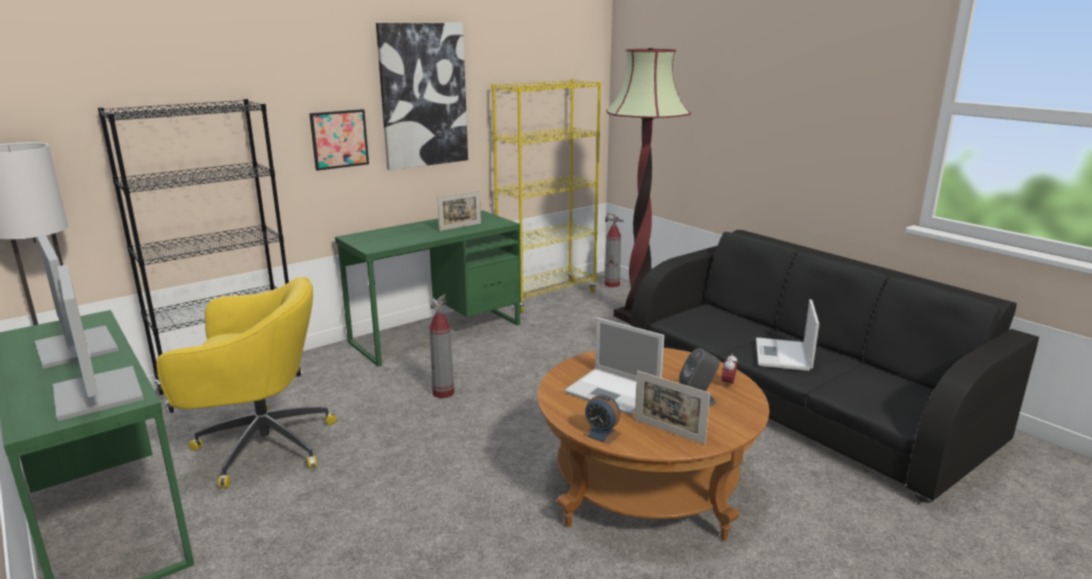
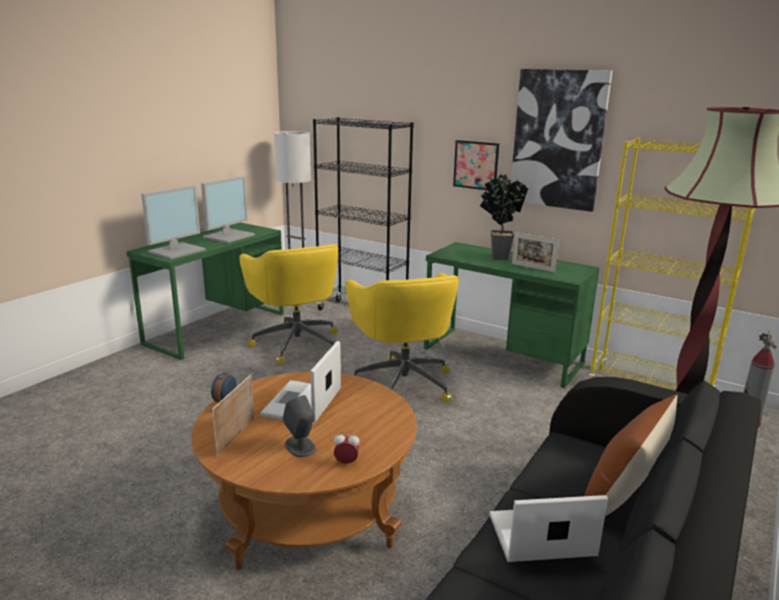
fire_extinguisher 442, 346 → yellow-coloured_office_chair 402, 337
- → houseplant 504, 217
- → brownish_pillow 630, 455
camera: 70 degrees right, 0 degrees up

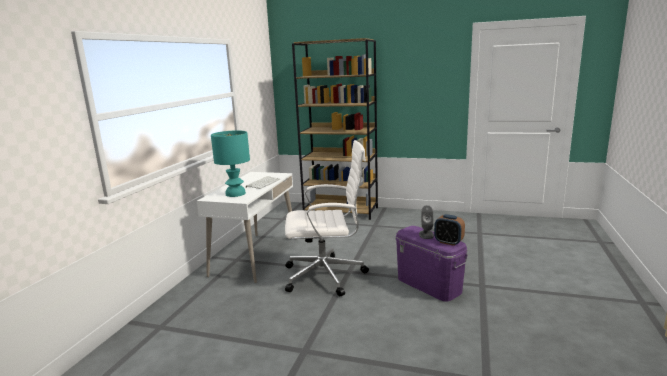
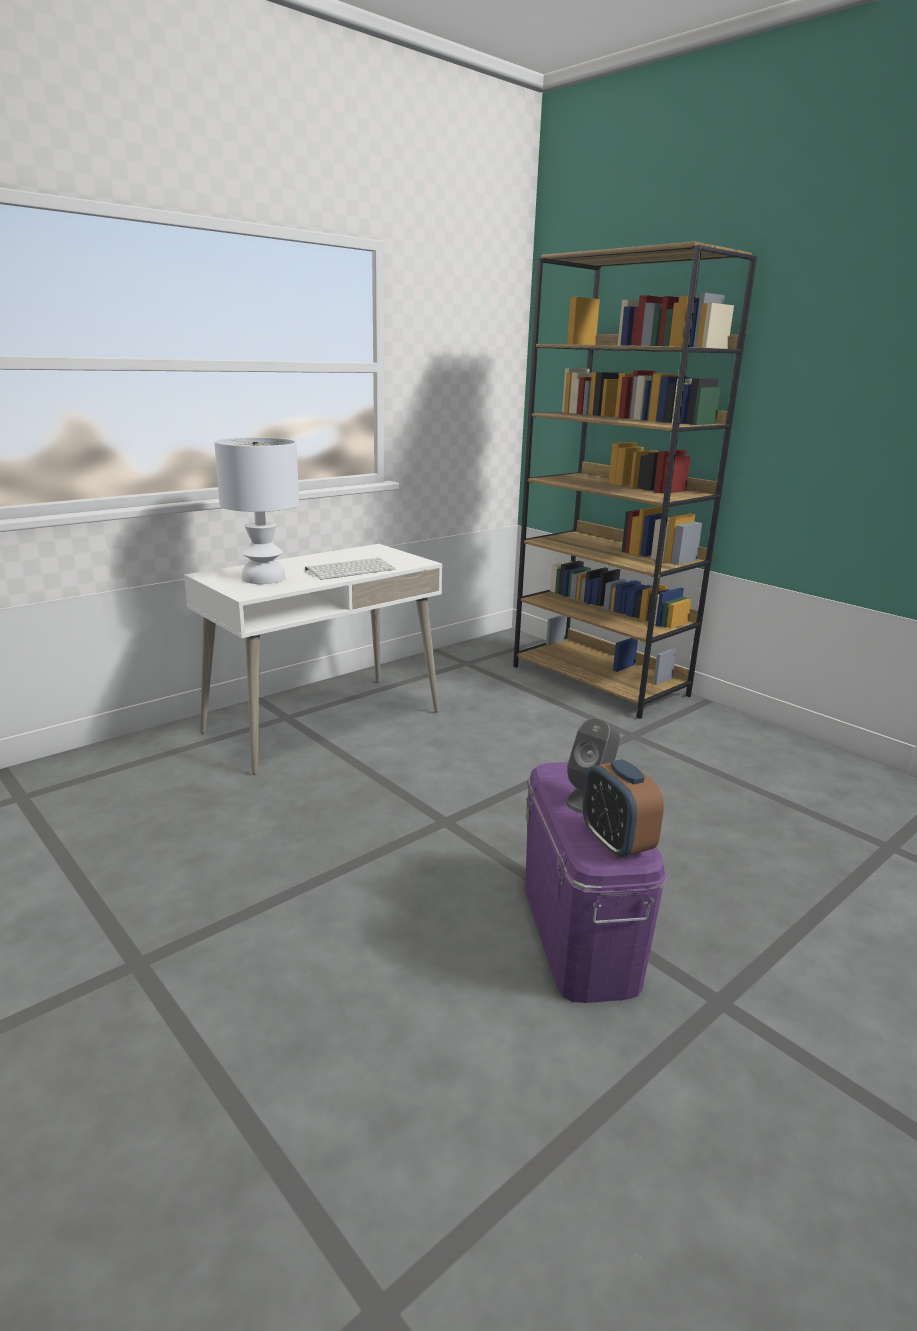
turquoise-coloured_table_lamp 230, 163 → white-coloured_table_lamp 256, 510
white-coloured_office_chair 327, 218 → -
camera: 30 degrees right, 5 degrees up

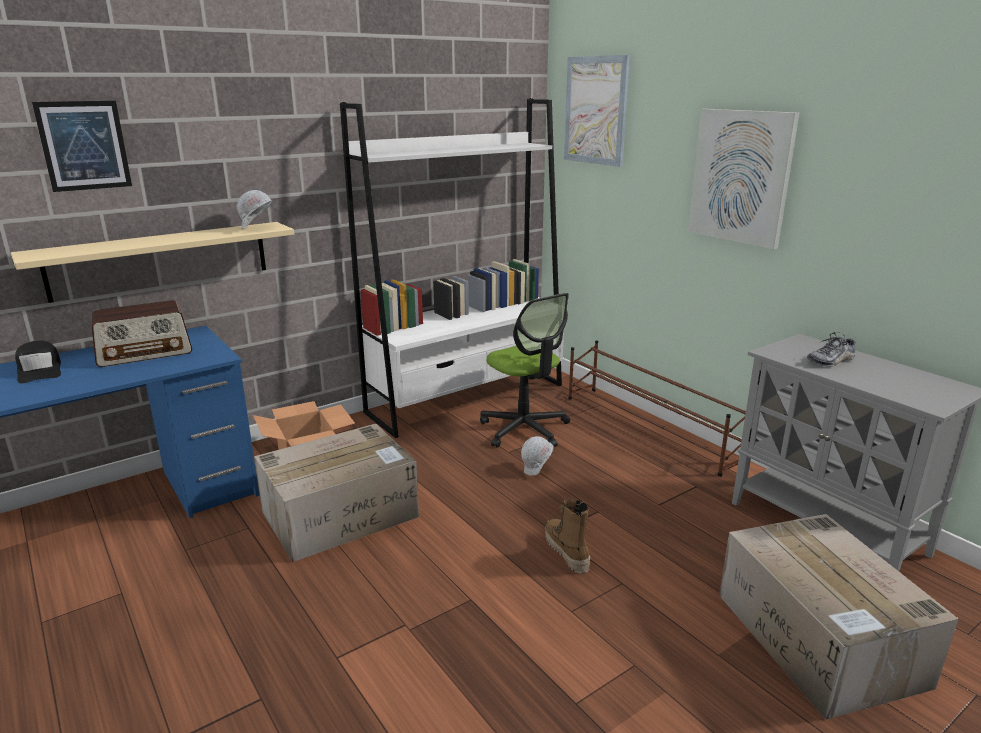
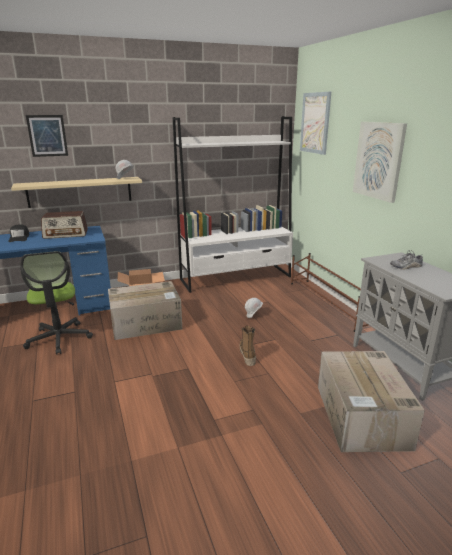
office_chair 525, 370 → office_chair 57, 303, move
camera: 15 degrees right, 0 degrees up

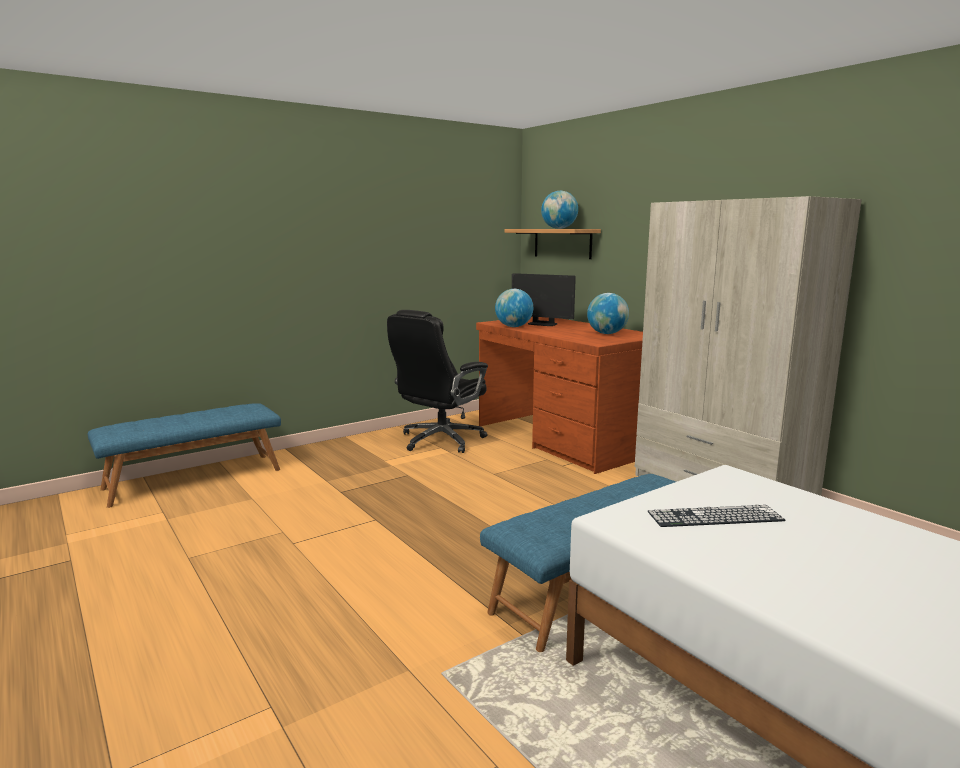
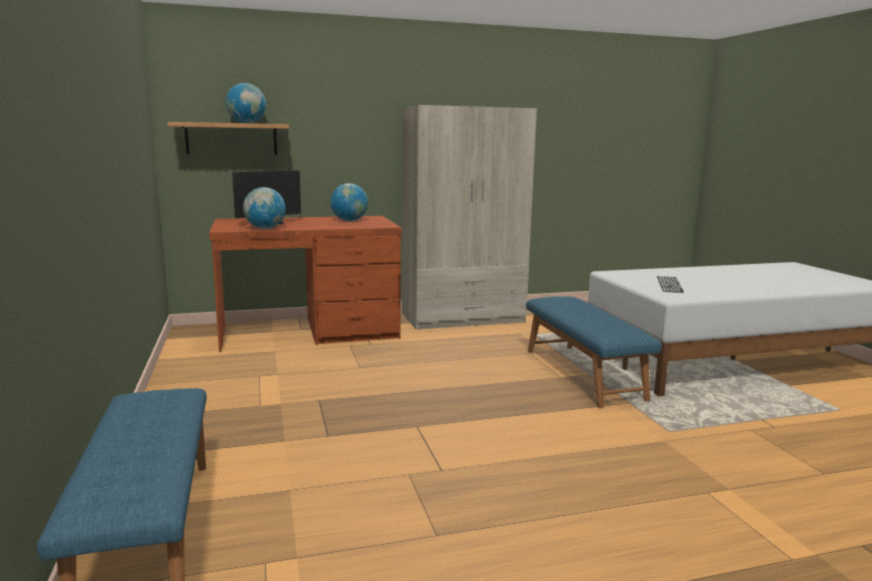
black-coloured_office_chair 437, 381 → -
camera: 70 degrees left, 0 degrees up

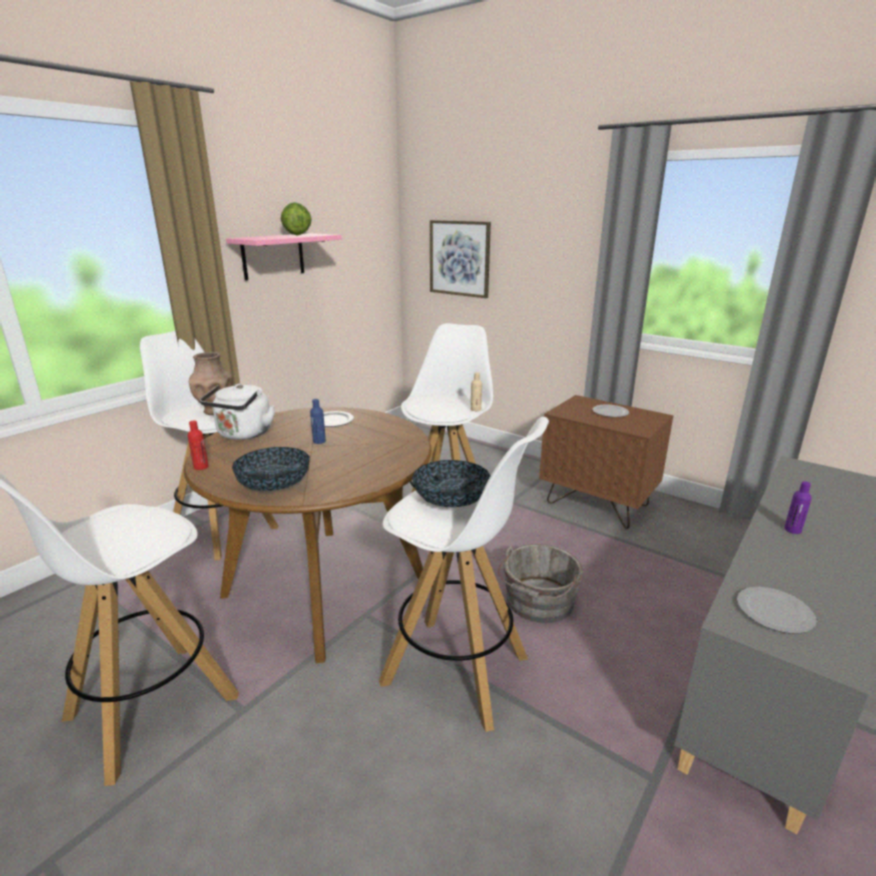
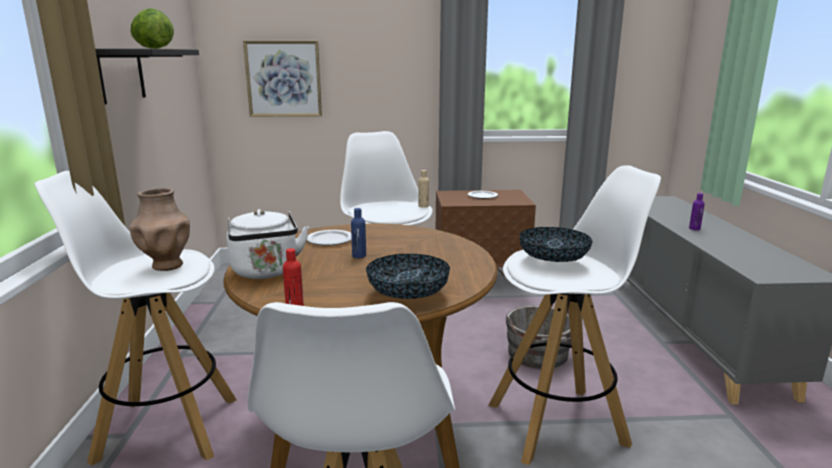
pinkish_shelf 284, 256 → black-coloured_shelf 147, 77
dinner_plate 776, 610 → -
camera: 40 degrees left, 5 degrees down

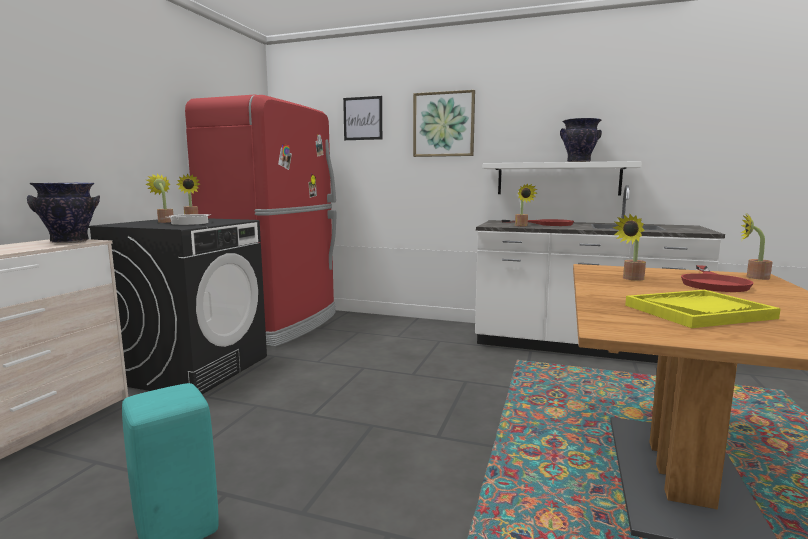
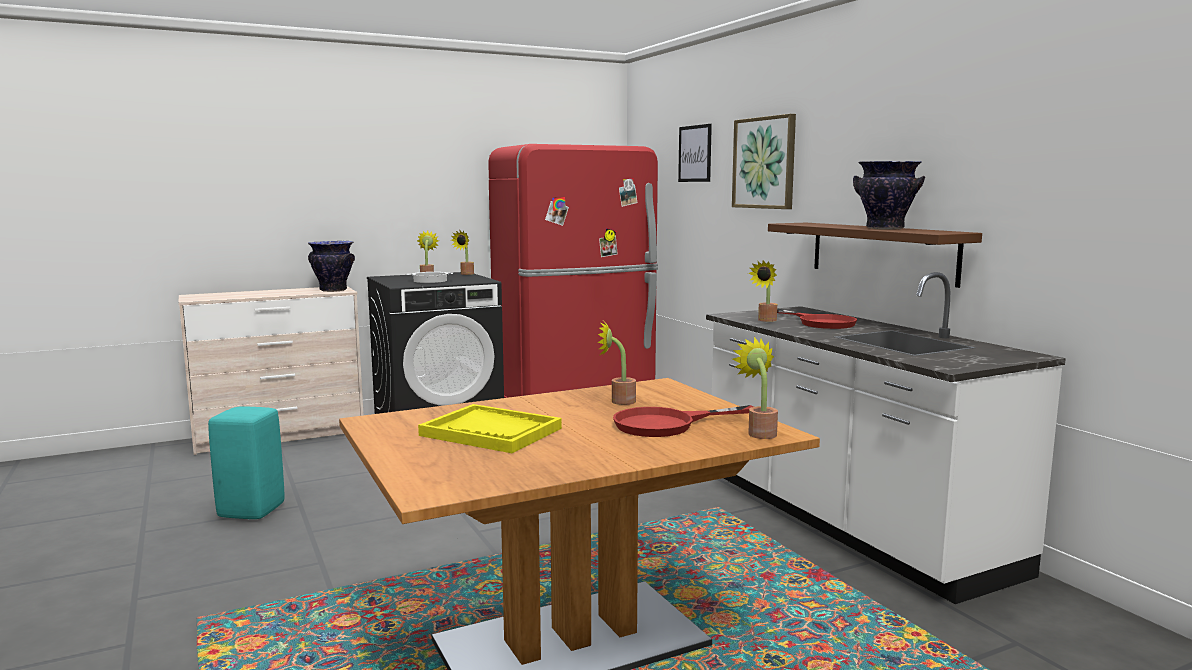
white-coloured_shelf 562, 178 → brownish_shelf 875, 255
camera: 45 degrees right, 0 degrees up

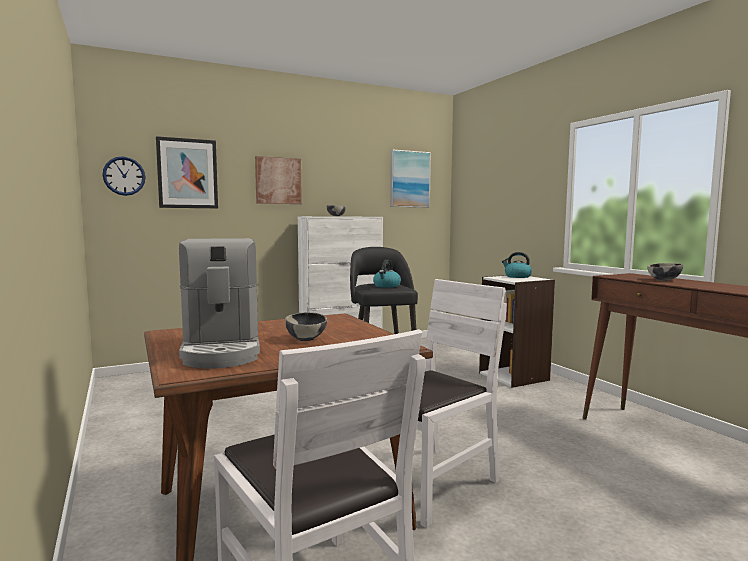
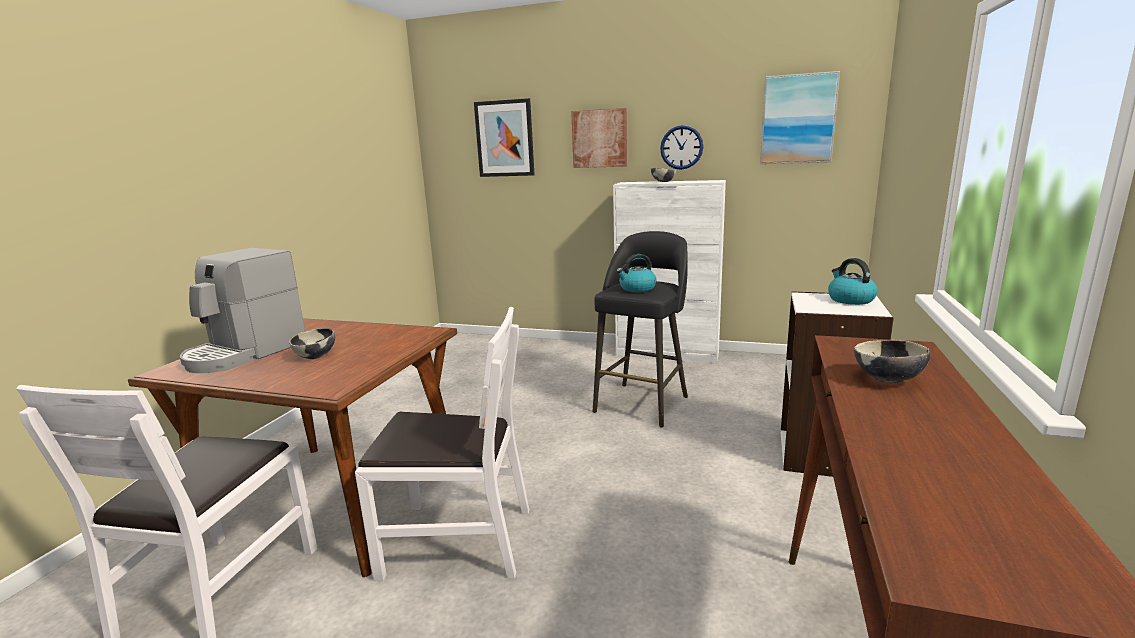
wall_clock 123, 176 → wall_clock 681, 147, move
camera: 45 degrees right, 10 degrees up

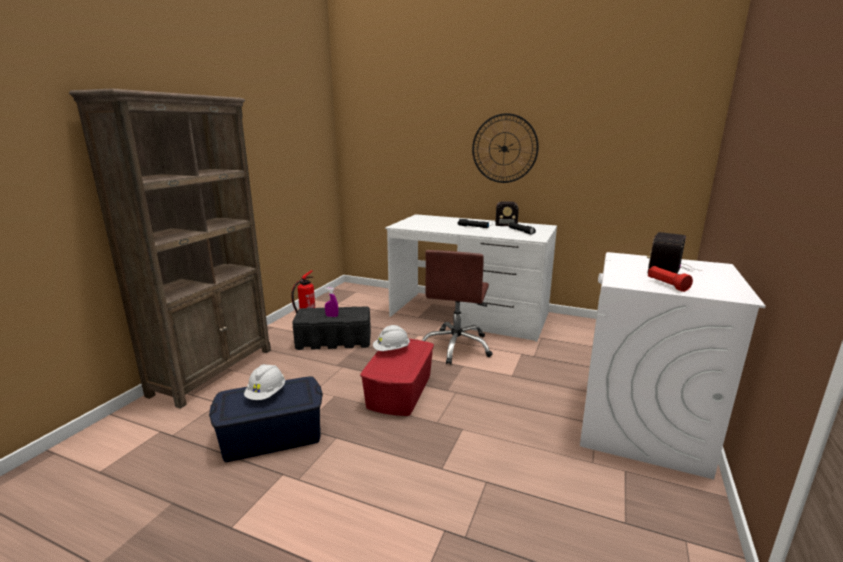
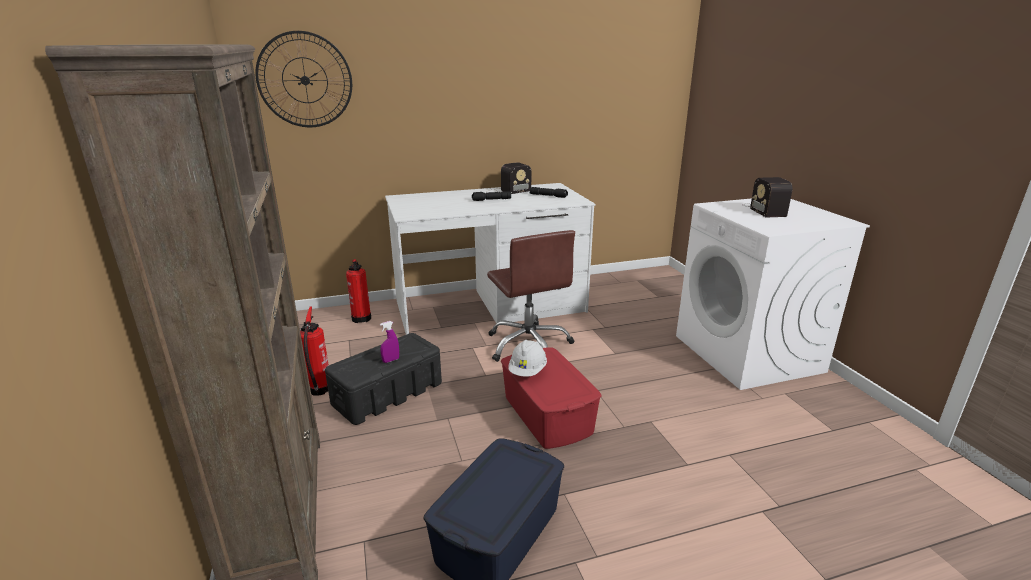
wall_clock 505, 148 → wall_clock 303, 79, move
red-coloured_flashlight 670, 279 → -
white-coloured_work_helmet 264, 382 → -
- → fire_extinguisher 358, 291
camera: 40 degrees left, 5 degrees up

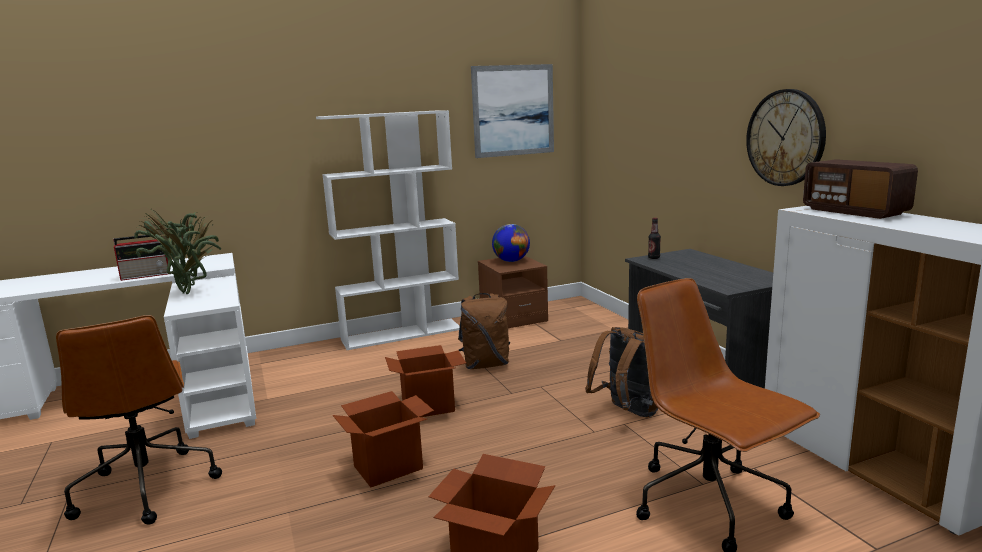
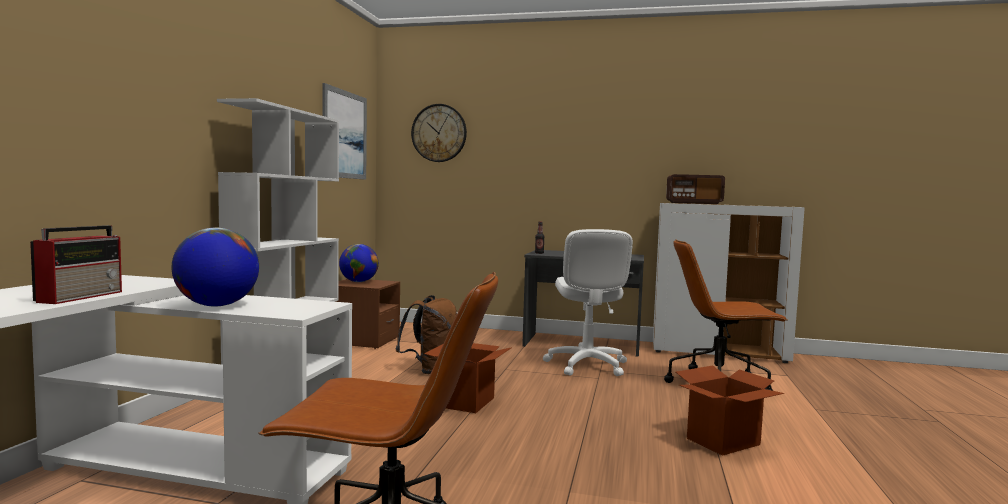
wall_clock 786, 137 → wall_clock 439, 133, move
houseplant 178, 251 → desk_globe 215, 267
brownish_backpack 621, 372 → white-coloured_office_chair 588, 302
packing_box 383, 439 → -
camera: 55 degrees left, 10 degrees down

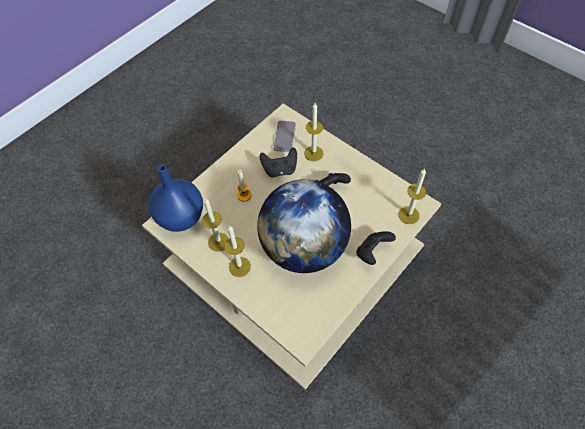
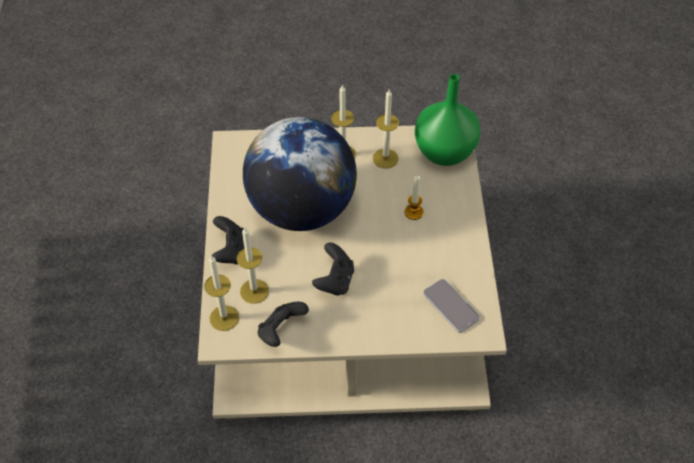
wax_candle 314, 132 → wax_candle 252, 265, move
black-coloured_game_controller 278, 162 → black-coloured_game_controller 283, 324, move
blue-coloured_vase 176, 198 → green_vase 448, 120
camera: 135 degrees right, 5 degrees down

